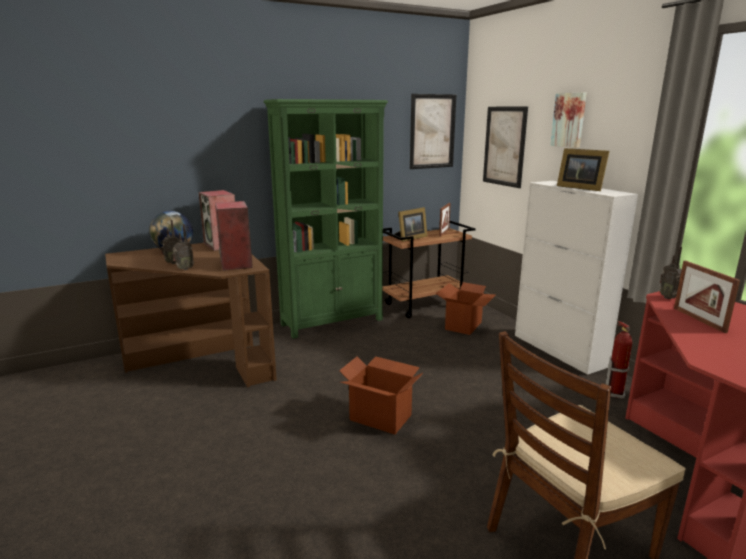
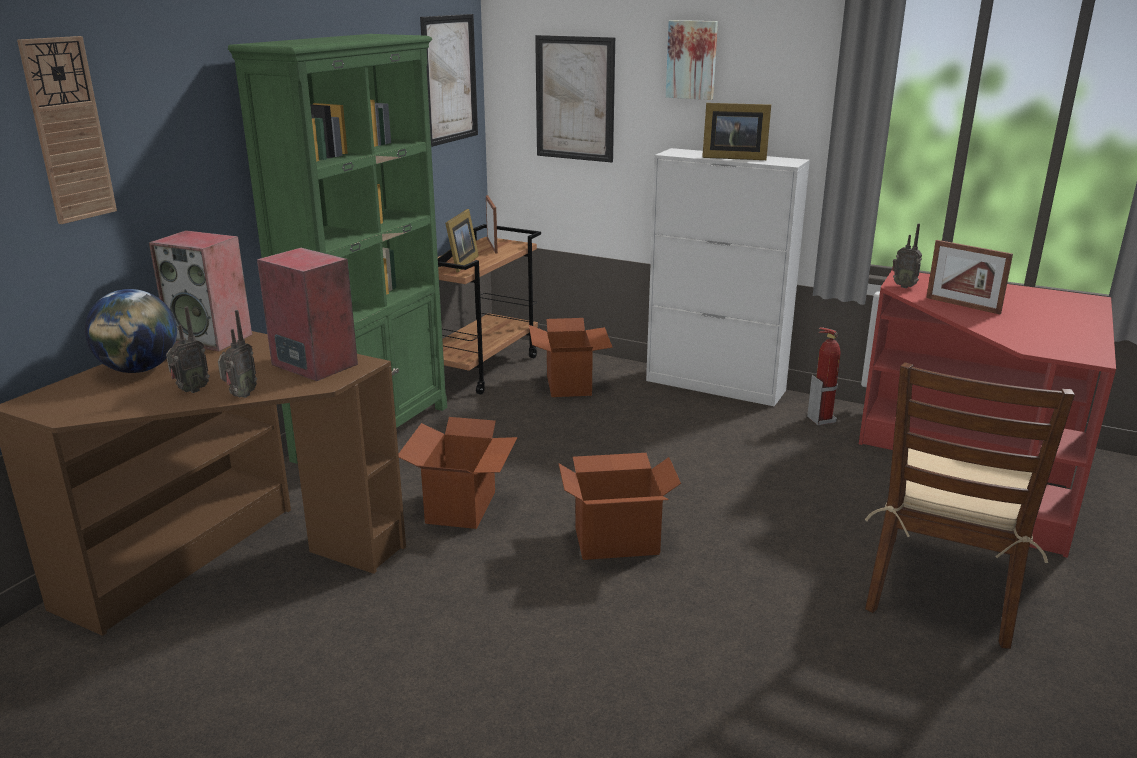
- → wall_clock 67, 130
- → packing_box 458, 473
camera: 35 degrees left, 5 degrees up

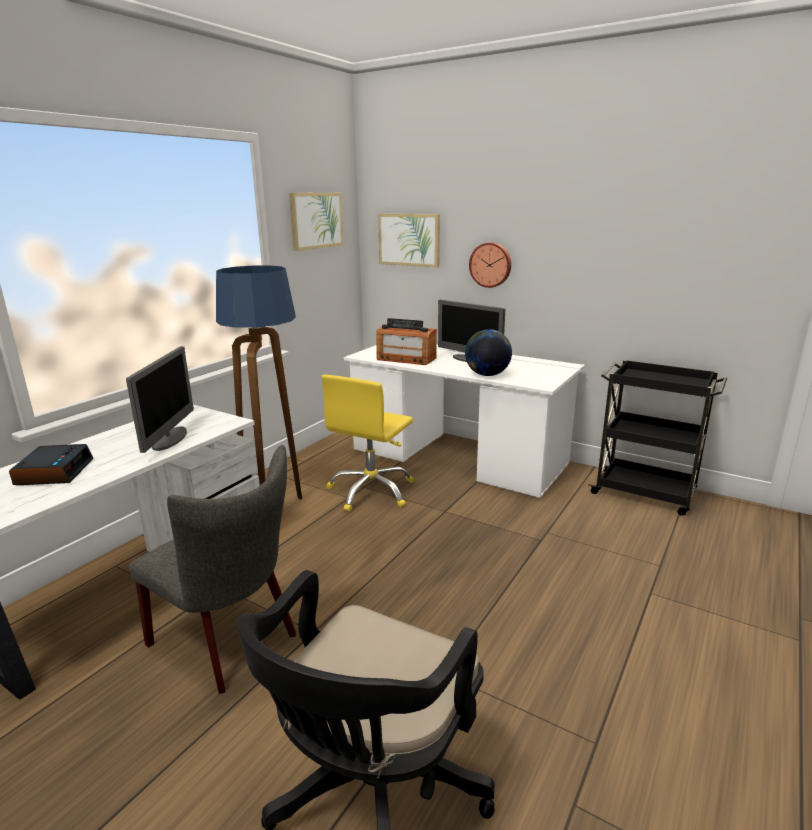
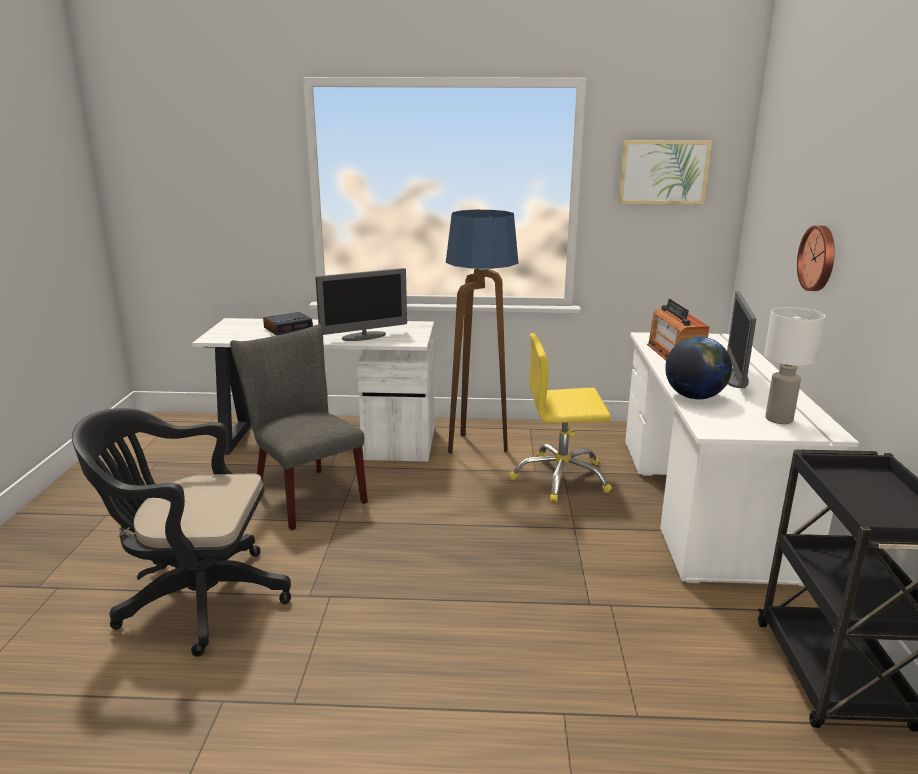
wall_picture 409, 240 → -
greyish_plain_chair 212, 569 → greyish_plain_chair 299, 427, 135 degrees clockwise
- → white-coloured_table_lamp 795, 365
camera: 60 degrees right, 0 degrees up

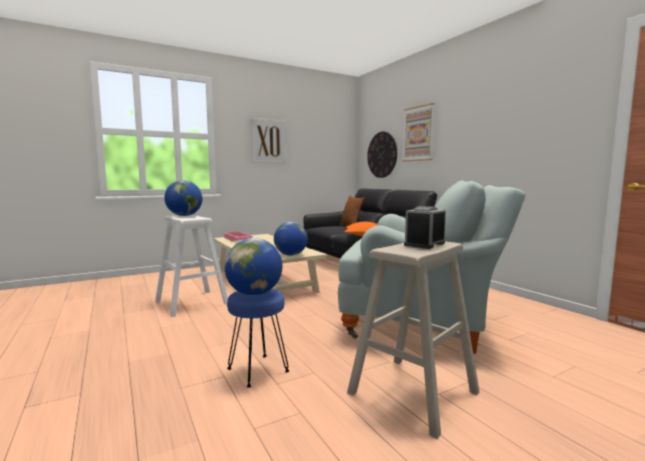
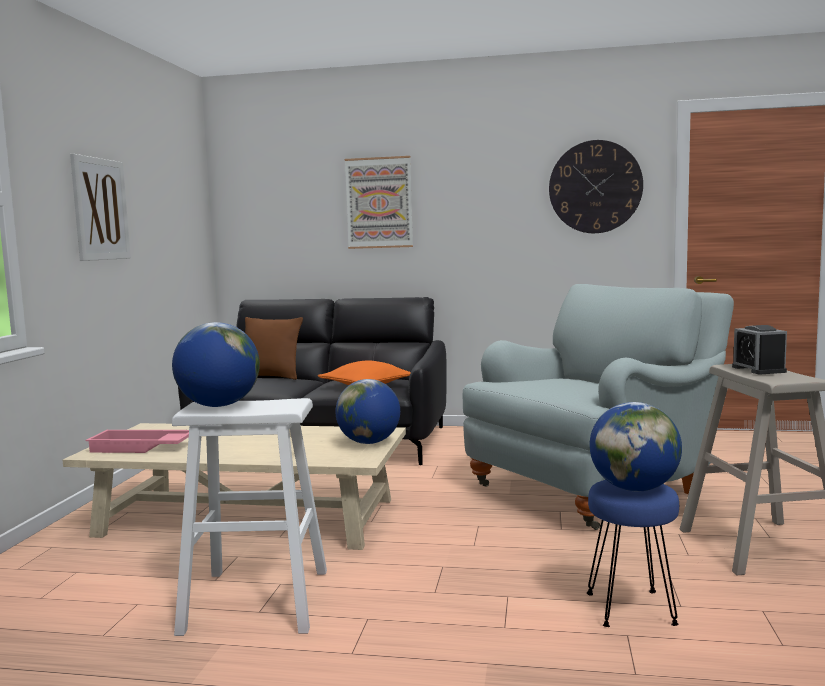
wall_clock 382, 155 → wall_clock 596, 186, move
camera: 50 degrees left, 0 degrees up

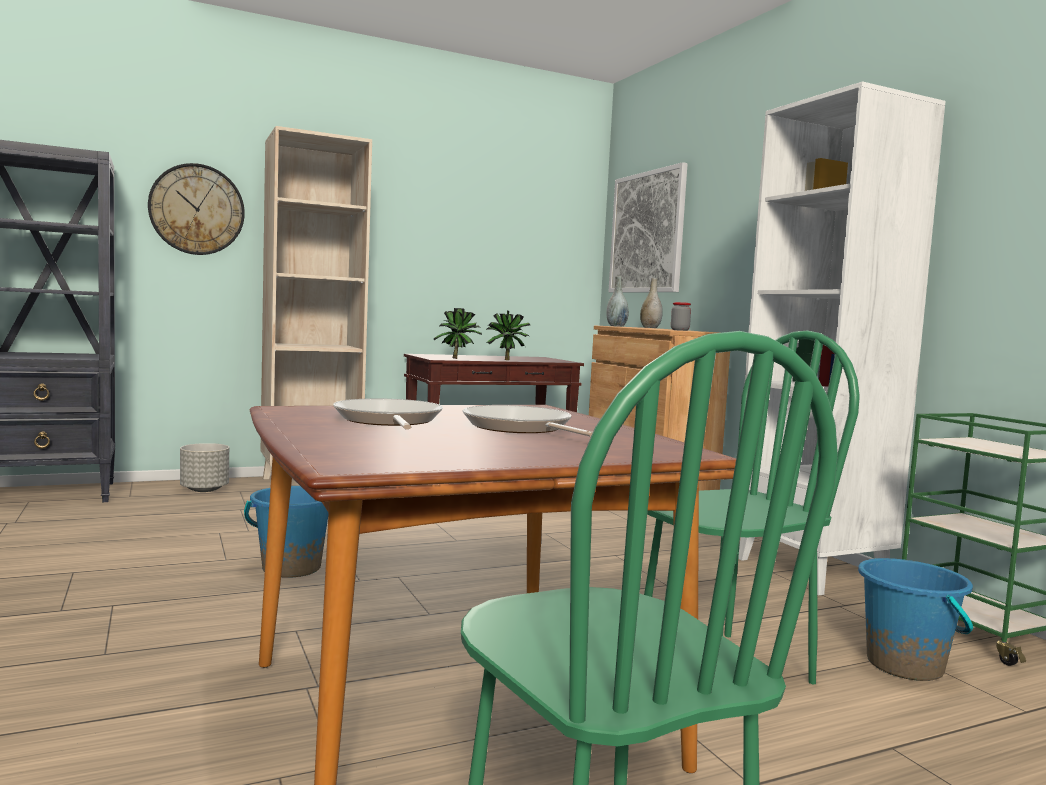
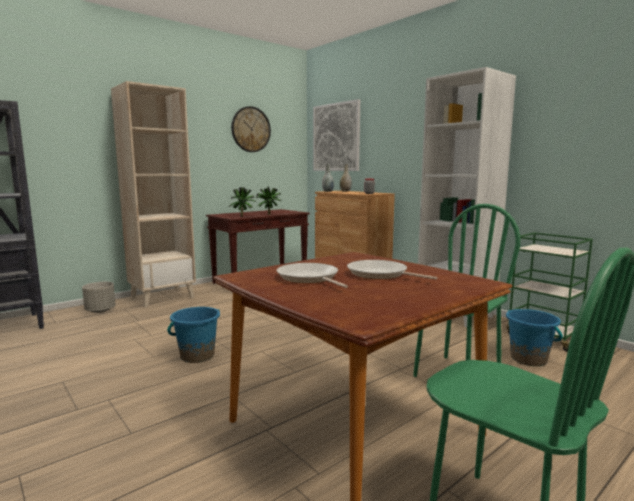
wall_clock 196, 209 → wall_clock 251, 129, move
camera: 15 degrees left, 5 degrees up

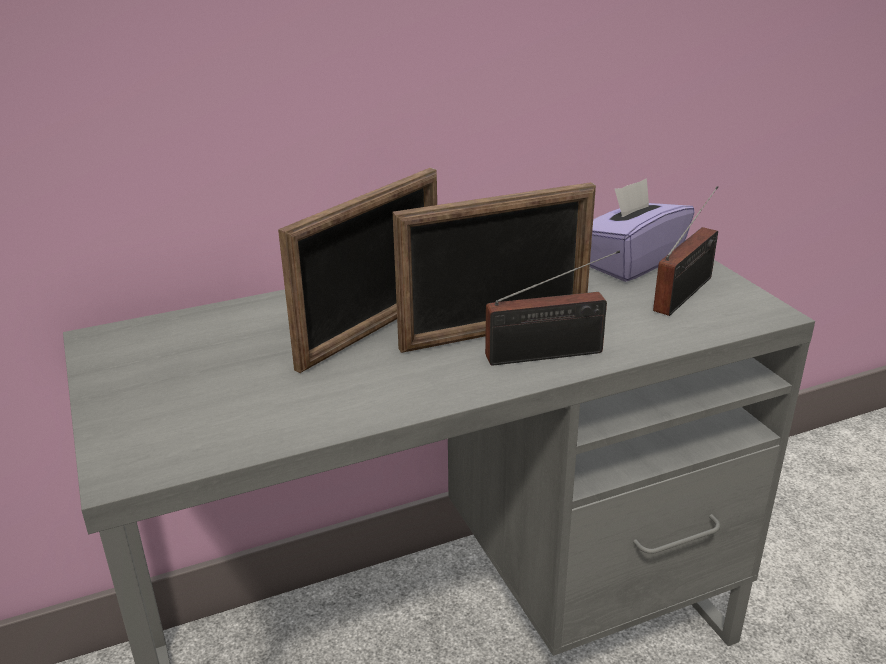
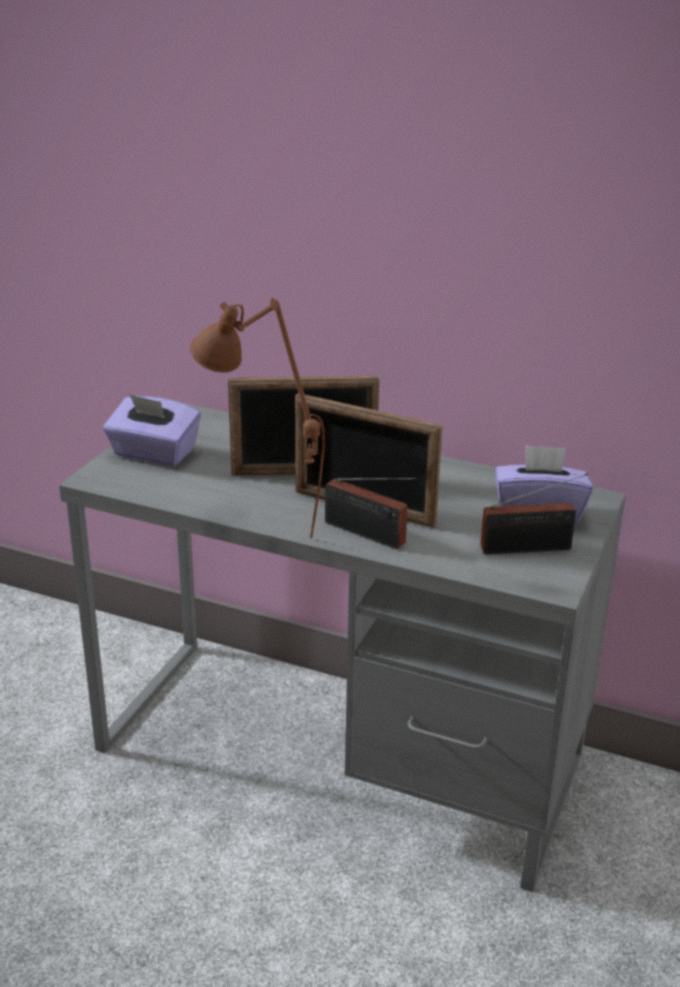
- → brownish_table_lamp 257, 418
- → purple_box_of_tissues 152, 430
camera: 45 degrees right, 0 degrees up

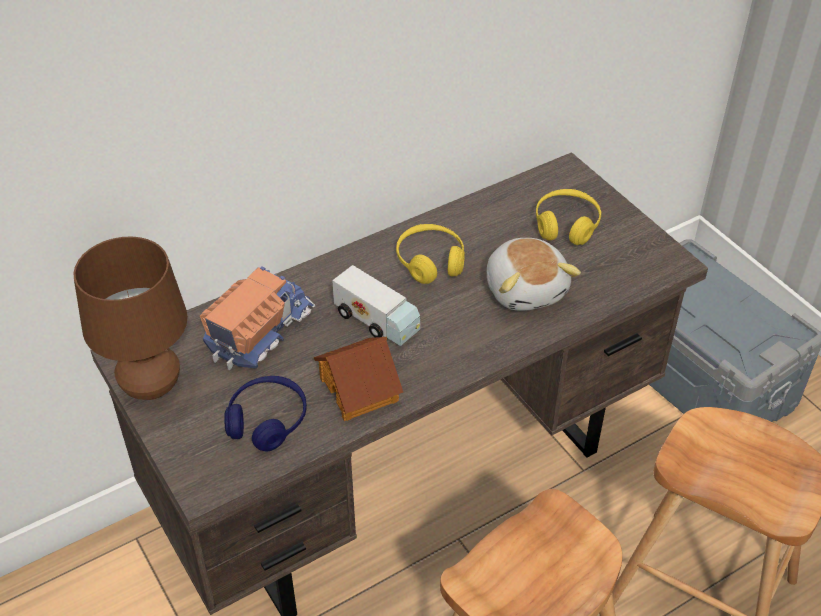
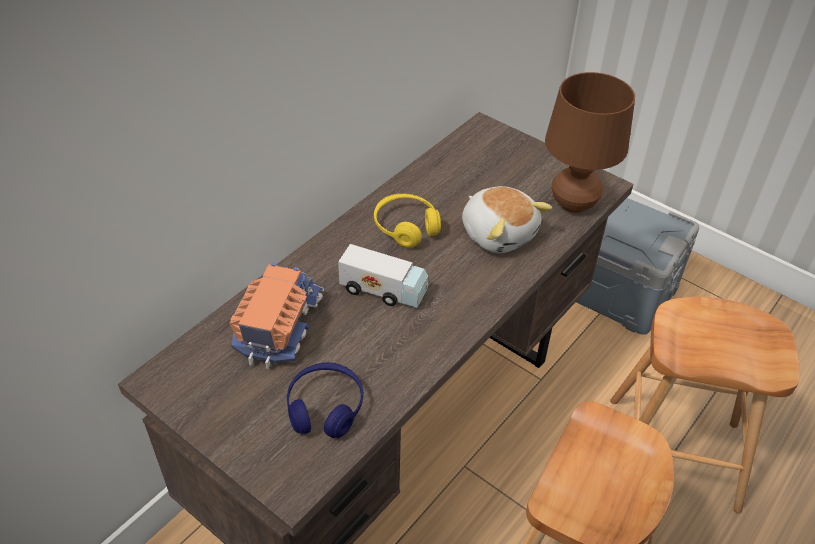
yellow-coloured_headset 568, 217 → -
brownish_table_lamp 130, 318 → brownish_table_lamp 590, 142, move
model_house 358, 379 → -
camera: 20 degrees left, 0 degrees up

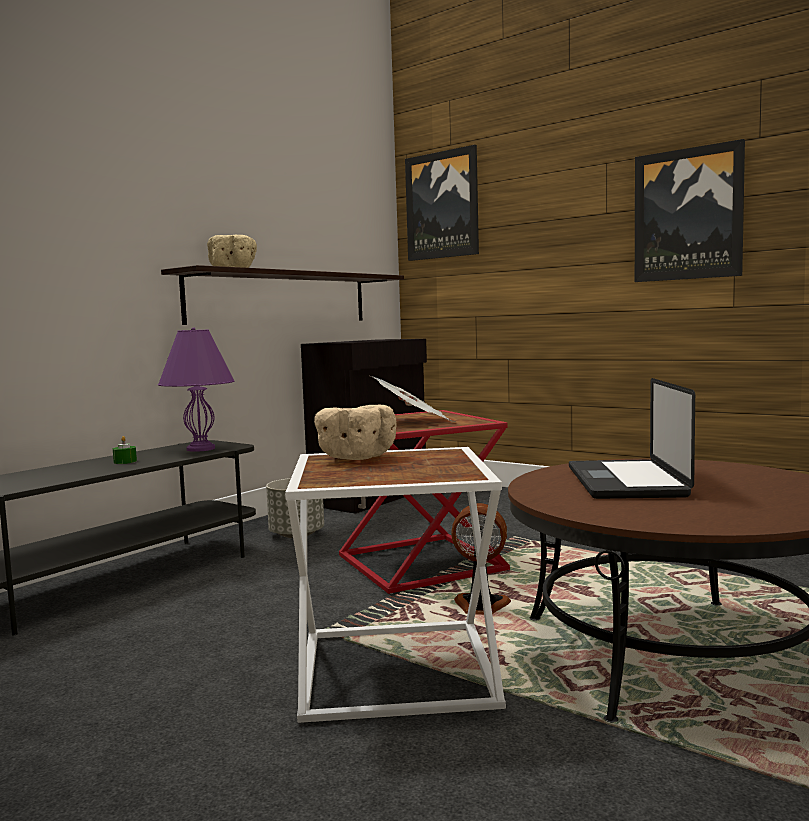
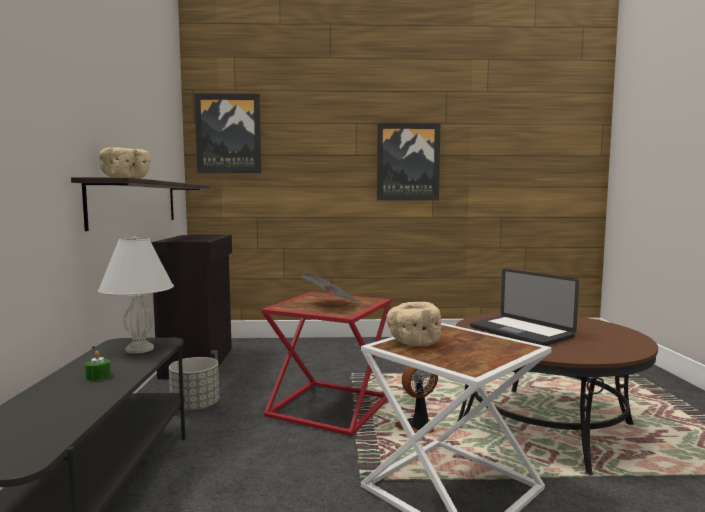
purple_table_lamp 196, 389 → white-coloured_table_lamp 136, 295
camera: 40 degrees left, 0 degrees up

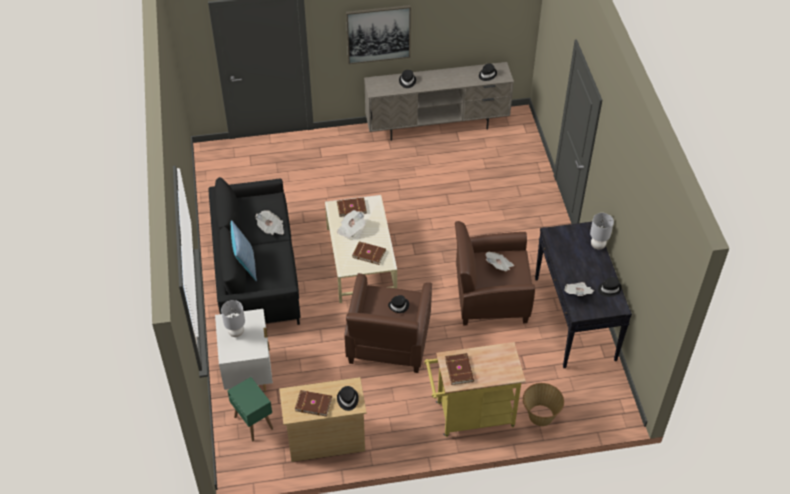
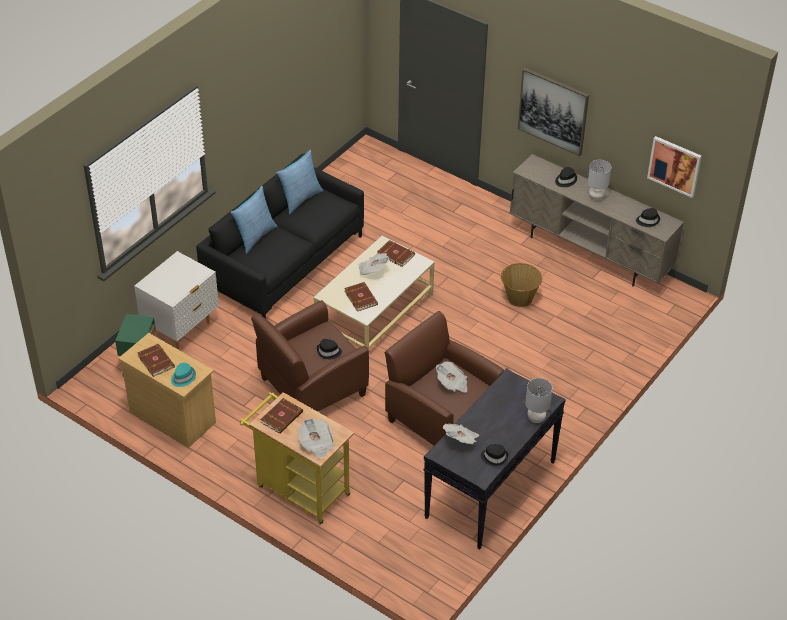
printed_paper 269, 222 → printed_paper 316, 438, move
greyish_table_lamp 233, 318 → greyish_table_lamp 599, 180, move
basket 543, 404 → basket 521, 285, move
black-coloured_wearable_hat 348, 398 → turquoise-coloured_wearable_hat 183, 375
- → wall_picture 674, 167
- → pillow 299, 182
camera: 45 degrees right, 5 degrees down

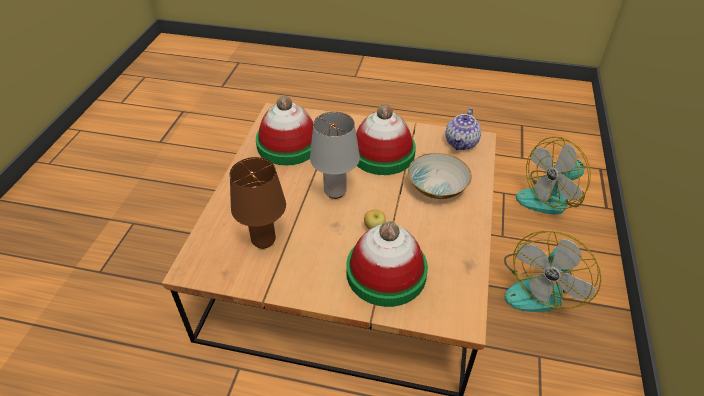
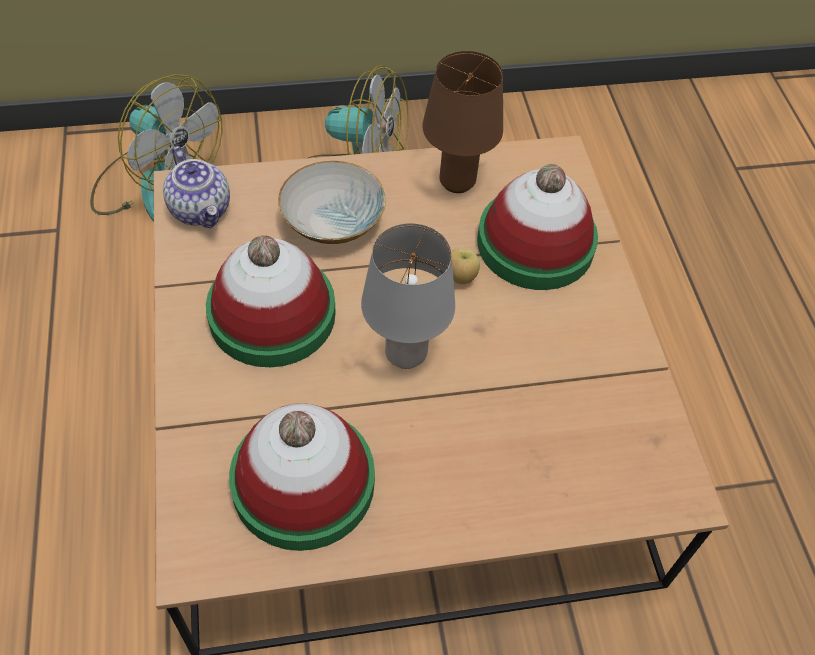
tea_pot 463, 129 → tea_pot 196, 187, 60 degrees clockwise
brownish_table_lamp 258, 203 → brownish_table_lamp 462, 122, move
camera: 115 degrees left, 10 degrees up

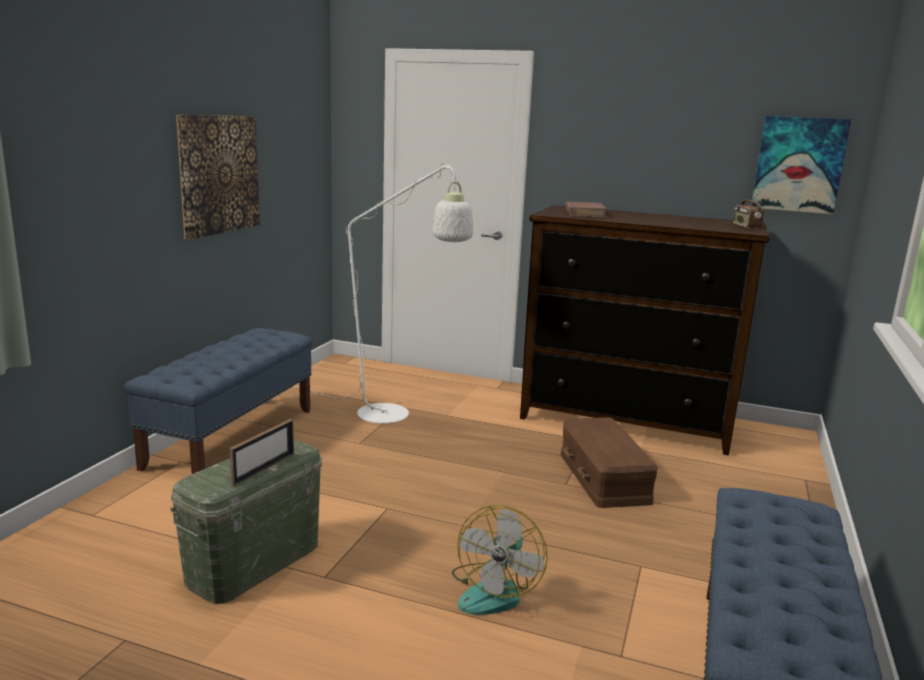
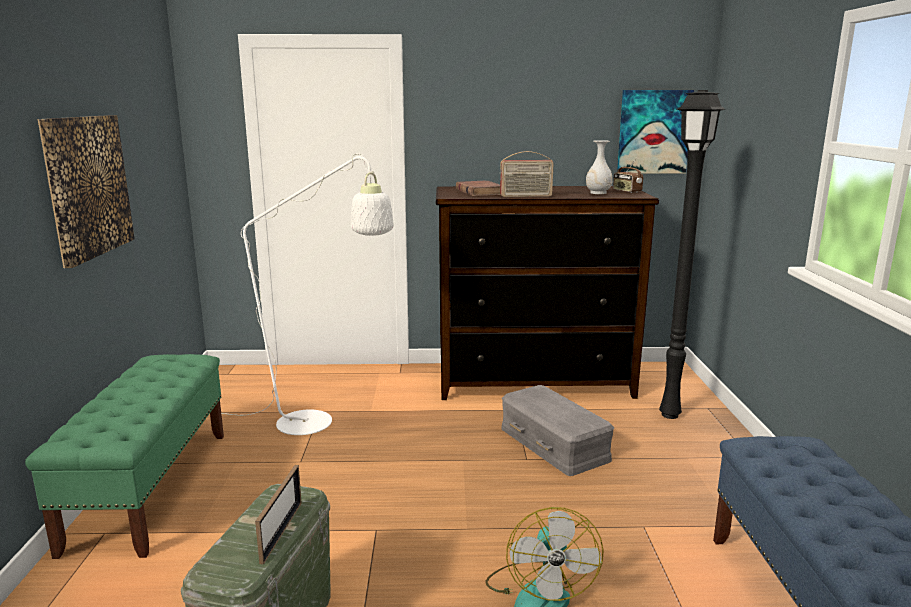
blue-coloured_long_seat 218, 401 → green_long_seat 124, 456
brownish_storage_box 609, 462 → greyish_storage_box 557, 430
- → black-coloured_standard_lamp 692, 254
- → white-coloured_vase 599, 167
- → radio_set 527, 174
camera: 20 degrees left, 0 degrees up

